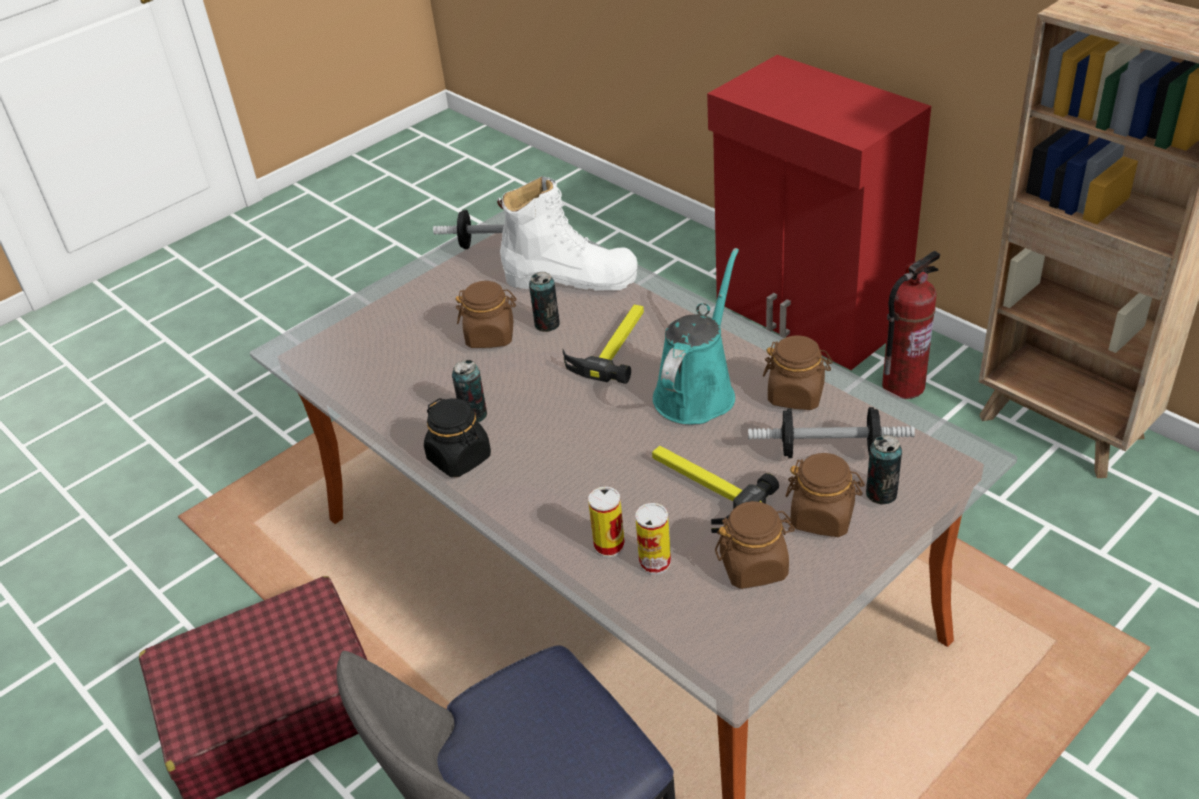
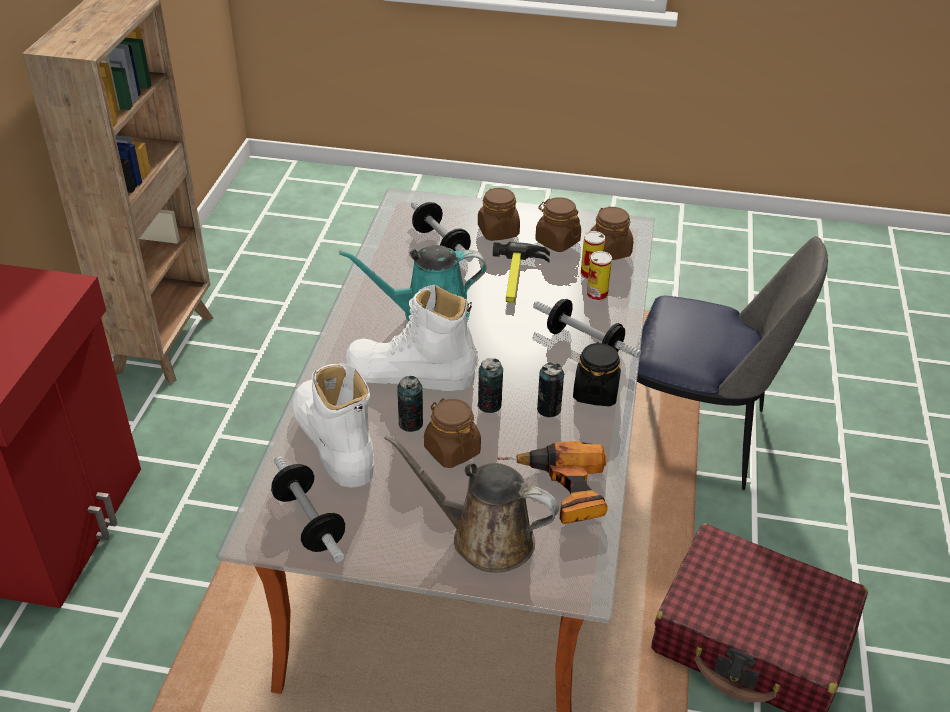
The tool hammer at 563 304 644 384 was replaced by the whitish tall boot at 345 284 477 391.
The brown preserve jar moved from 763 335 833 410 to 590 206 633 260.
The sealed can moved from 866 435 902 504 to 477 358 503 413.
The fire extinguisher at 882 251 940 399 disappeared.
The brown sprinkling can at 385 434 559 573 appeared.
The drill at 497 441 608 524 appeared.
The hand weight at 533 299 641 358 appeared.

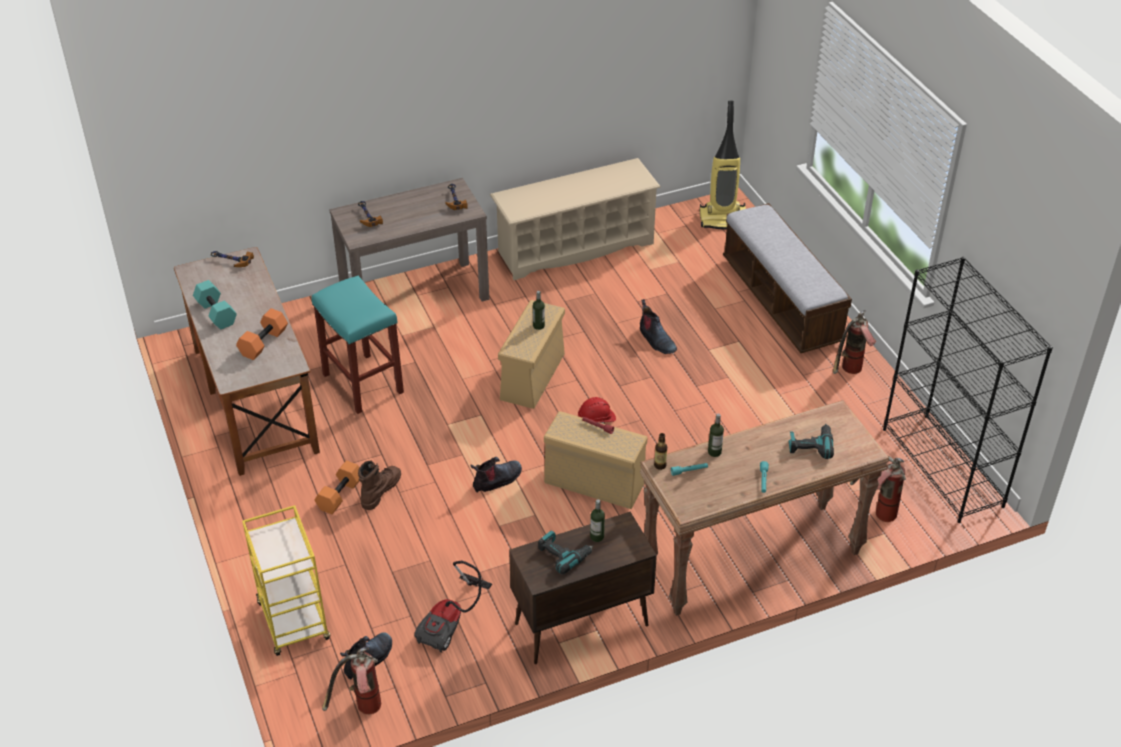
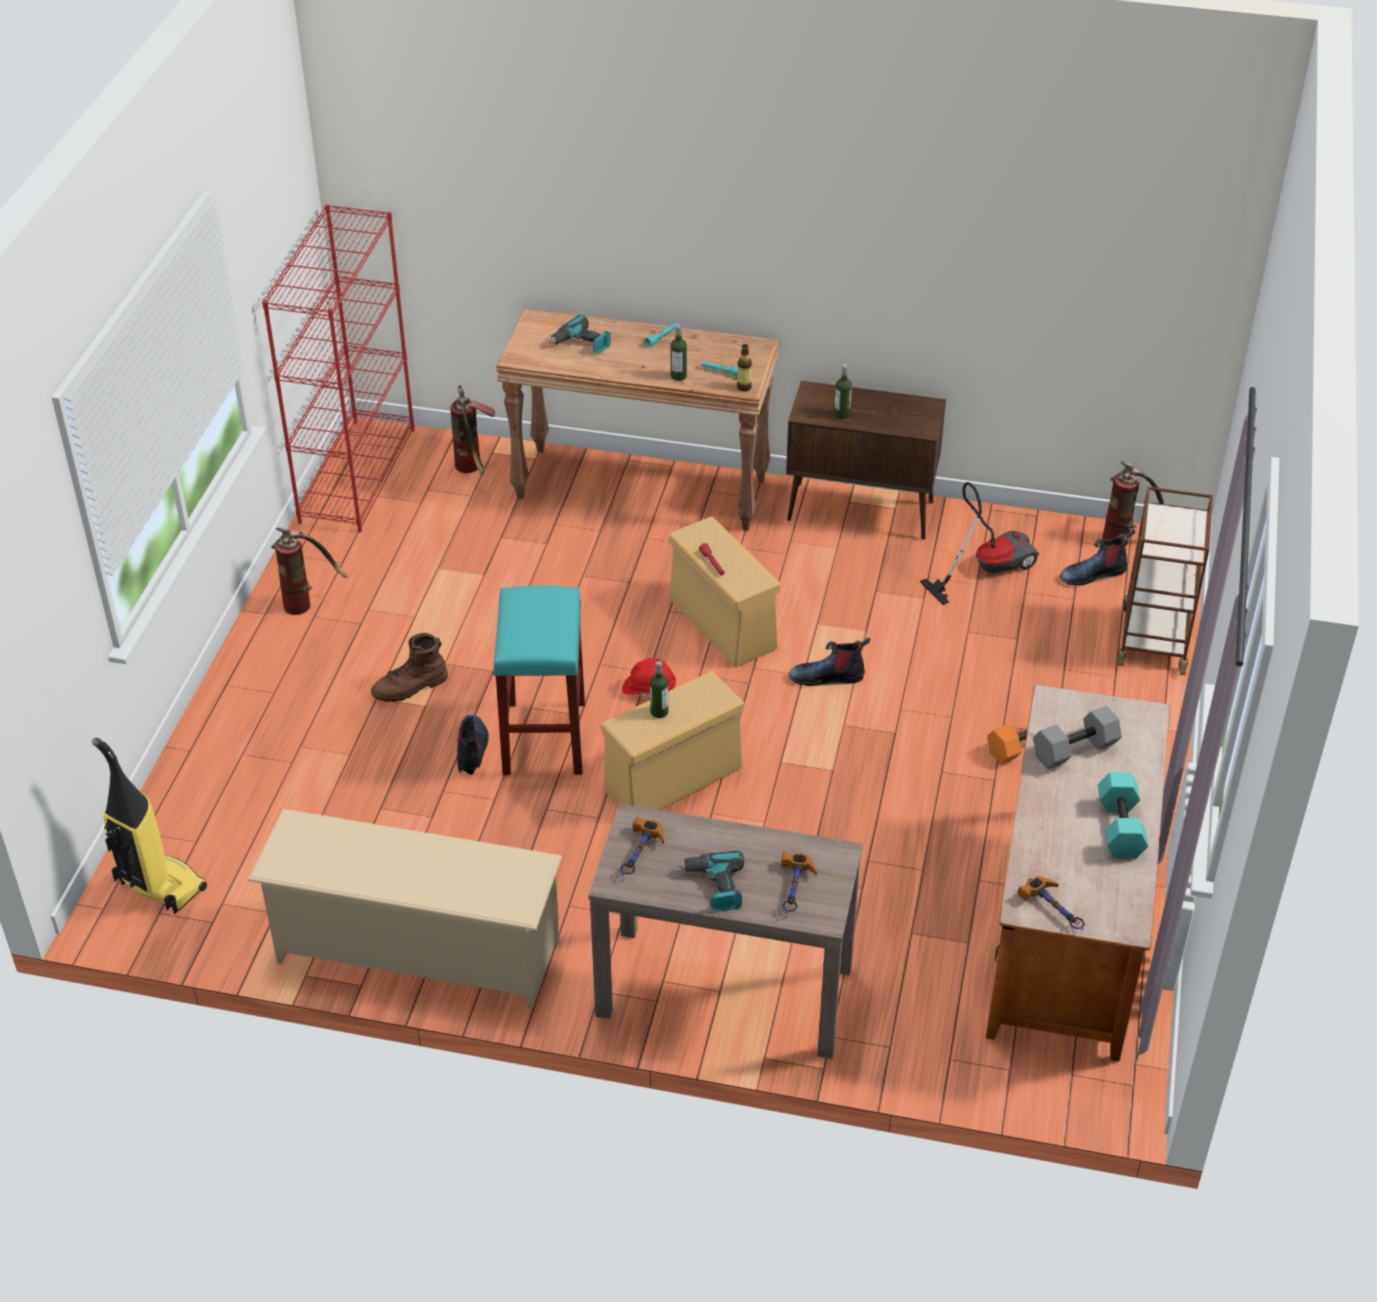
The orangey hand weight at 236 308 288 360 became the greyish hand weight at 1033 706 1122 769.
The yellow-coloured wheeled cart at 242 505 330 656 became the brown wheeled cart at 1117 486 1213 675.
The turquoise stool moved from 312 276 404 414 to 493 586 585 775.
The brown tall boot moved from 358 460 401 510 to 371 633 448 702.
The drill moved from 538 530 593 574 to 677 851 744 912.
The long seat at 723 203 852 353 disappeared.
The blackish bookshelf at 883 257 1053 523 became the red-coloured bookshelf at 262 204 414 532.

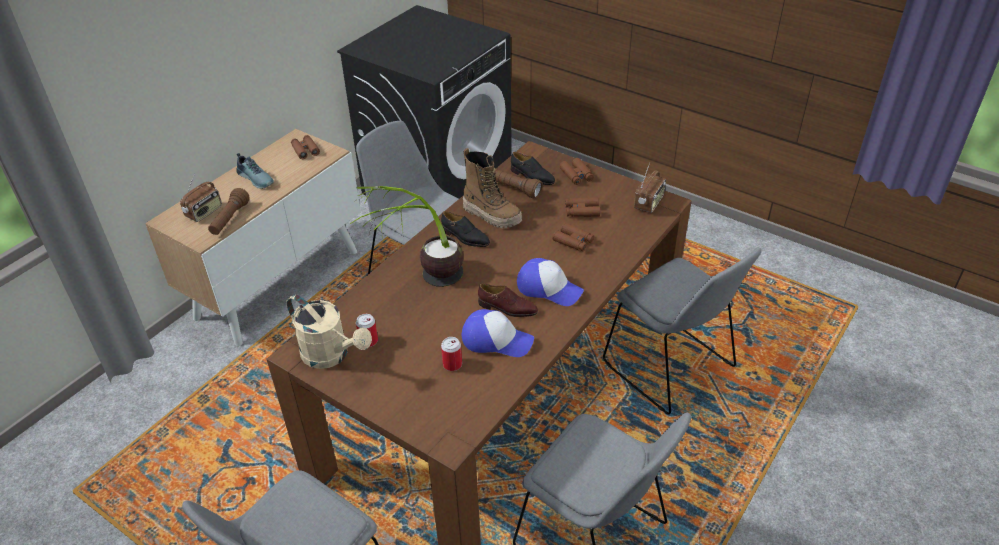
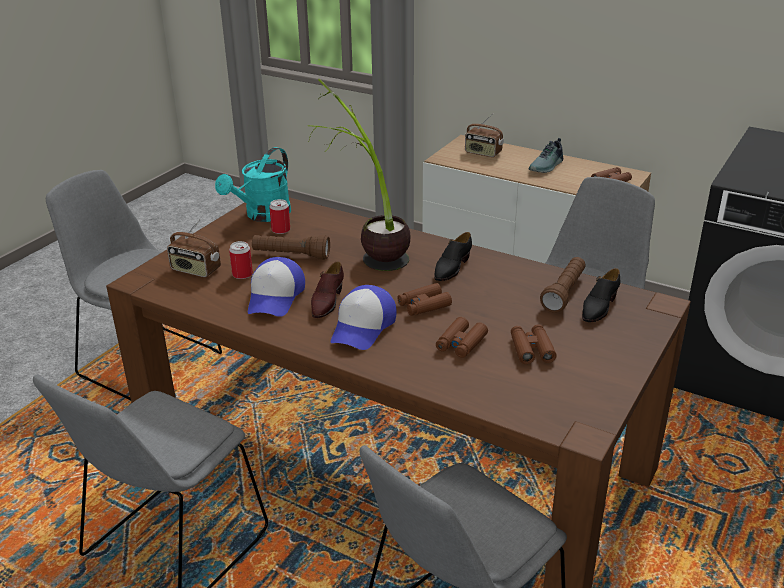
The brown flashlight moved from 208 188 250 235 to 252 235 330 260.
The sand-coloured sprinkling can at 286 294 372 369 became the turquoise sprinkling can at 215 147 291 222.
The tall boot at 463 148 522 228 disappeared.
The brown field glasses moved from 560 158 594 185 to 397 283 452 316.
The radio moved from 634 162 666 213 to 167 219 221 278.

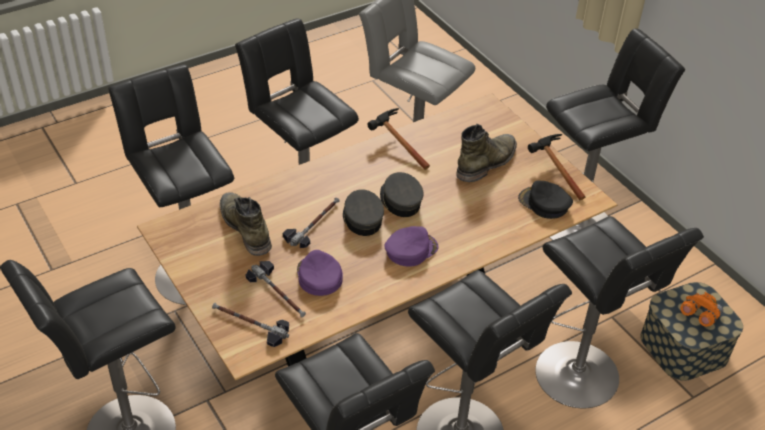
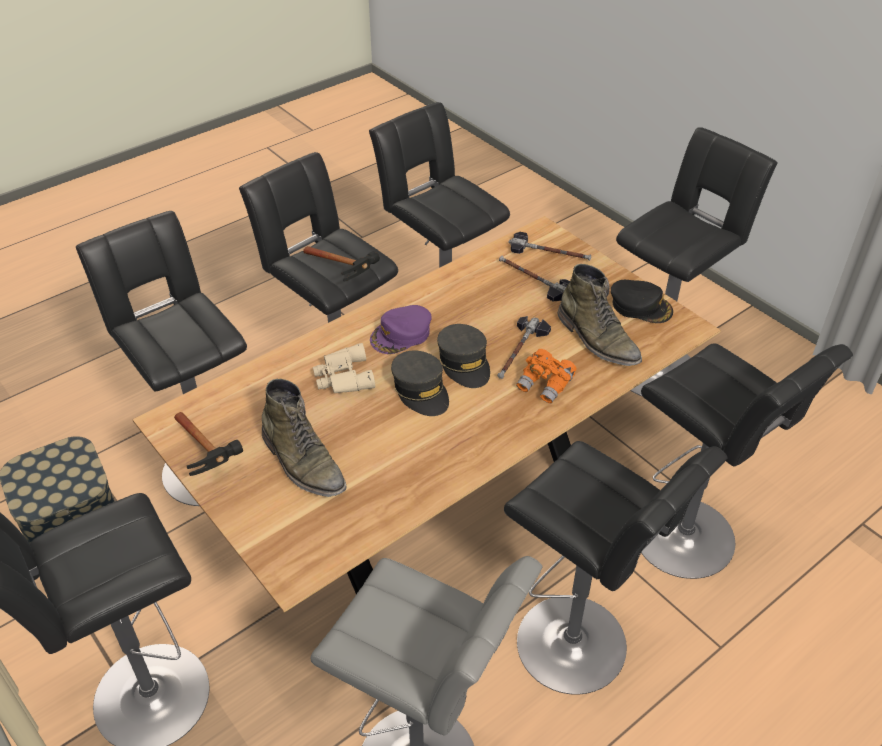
The purple cap at 297 250 343 296 disappeared.
The tool hammer moved from 367 108 430 170 to 303 246 380 282.
The greenish tall boot at 456 124 517 182 turned 75 degrees counterclockwise.
The blackish cap moved from 518 180 573 219 to 611 280 673 323.
The orangey field glasses moved from 680 292 723 327 to 516 349 576 404.
The sand-coloured field glasses at 313 343 375 393 appeared.

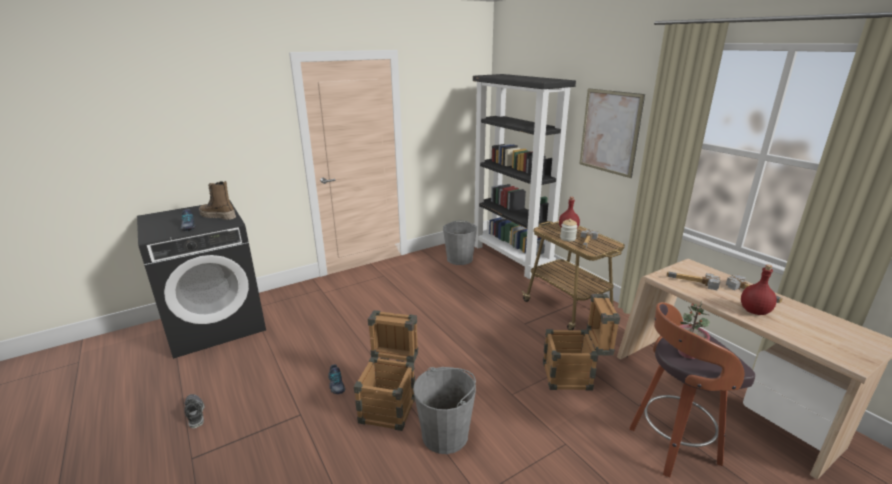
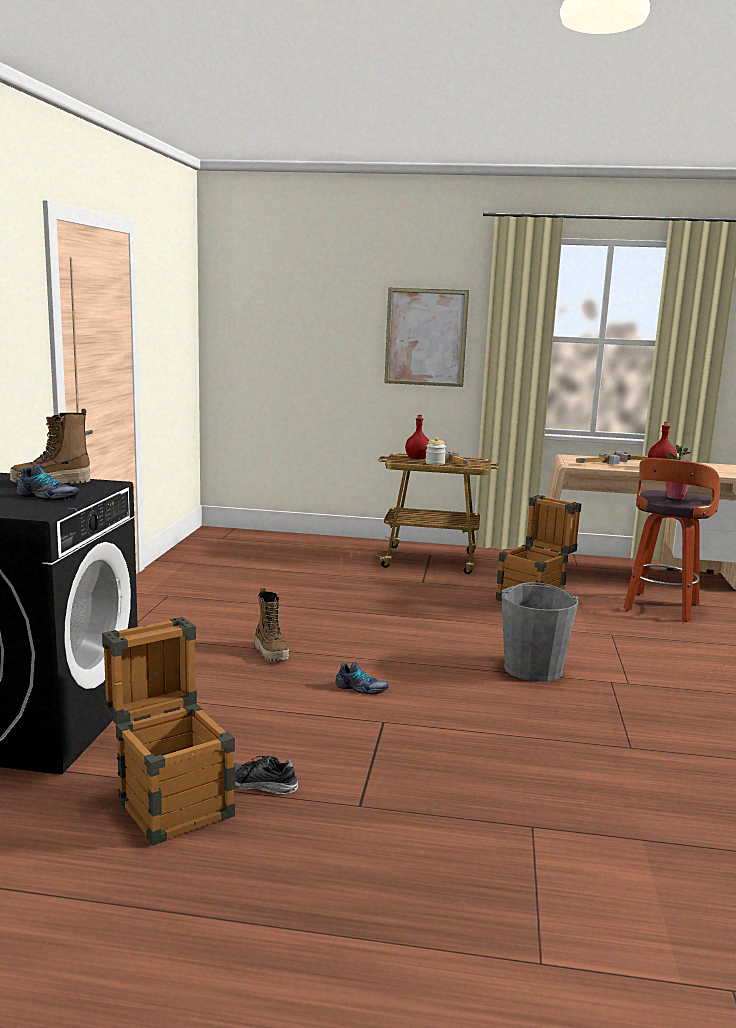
The shipping crate moved from 354 310 418 431 to 102 617 235 846.
The greyish water bucket at 443 220 477 265 disappeared.
The blackish bookshelf at 473 74 576 279 disappeared.
The tall boot at 254 587 289 661 appeared.

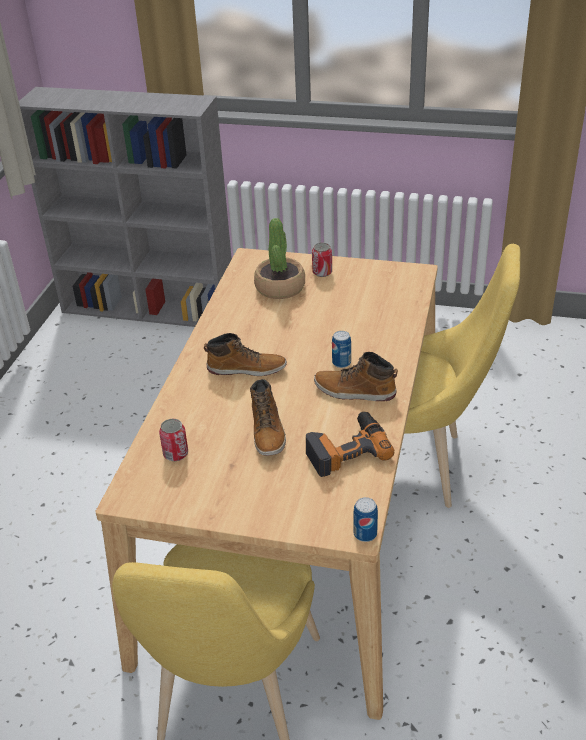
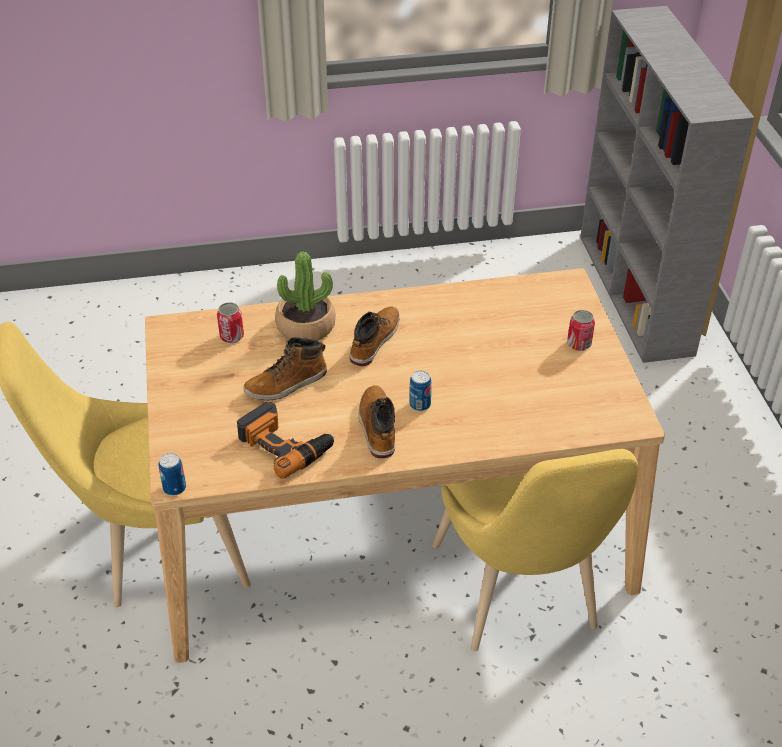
The tall boot at 204 333 287 376 turned 135 degrees counterclockwise.
The potted plant moved from 254 218 305 299 to 275 252 336 341.

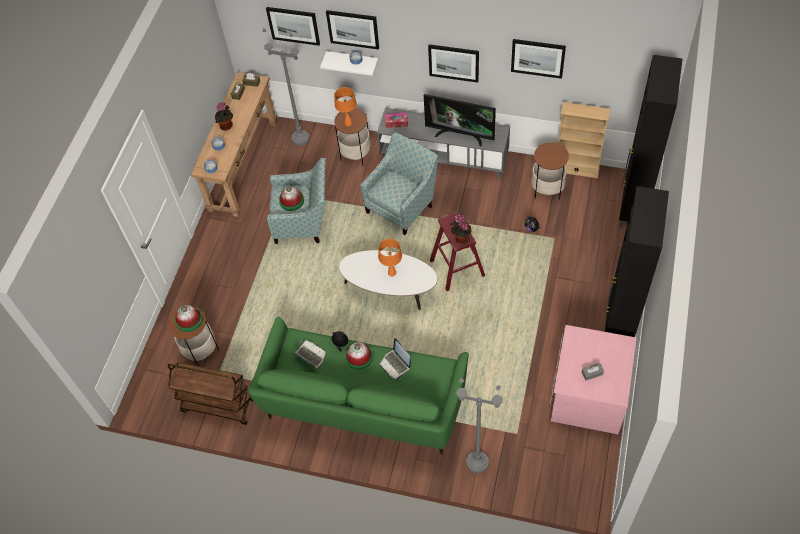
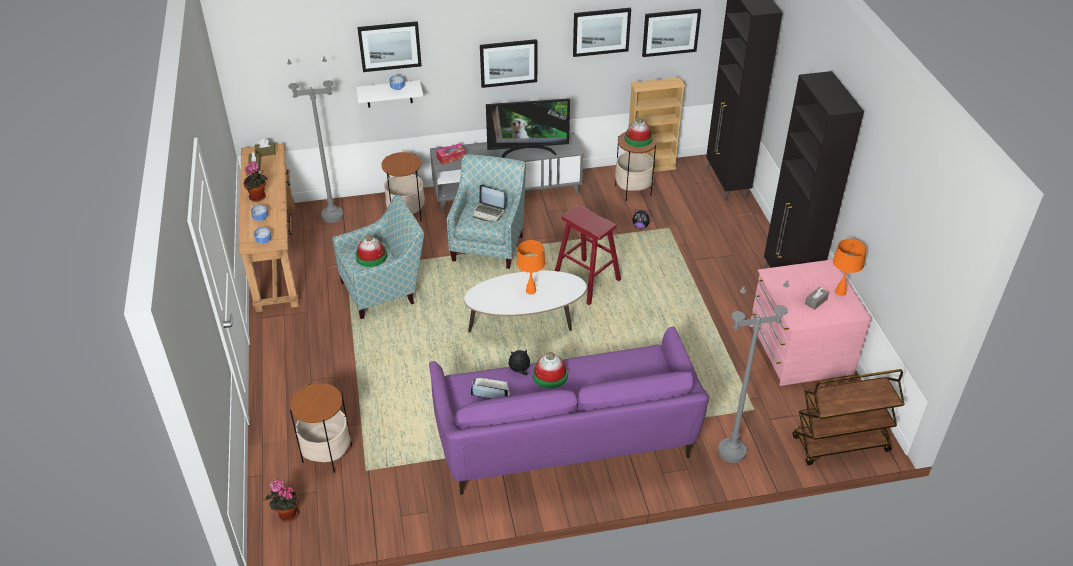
The brown wheeled cart moved from 168 362 254 425 to 792 369 905 465.
The clothing hat moved from 175 305 203 332 to 625 117 653 147.
The greenish sofa at 248 317 469 455 became the purple sofa at 429 327 709 495.
The picture moved from 266 7 320 46 to 642 9 701 57.
The orangey lamp for a table moved from 334 87 357 126 to 833 239 867 296.
The notebook computer moved from 379 338 411 379 to 473 185 506 222.
The potted plant moved from 450 214 472 245 to 266 479 299 522.

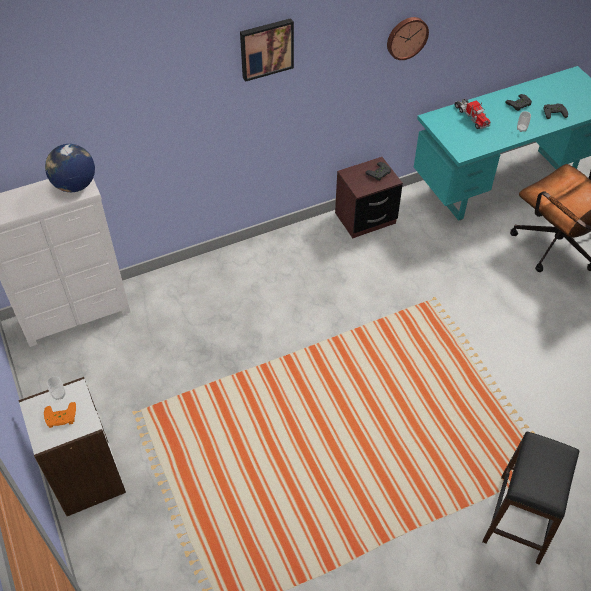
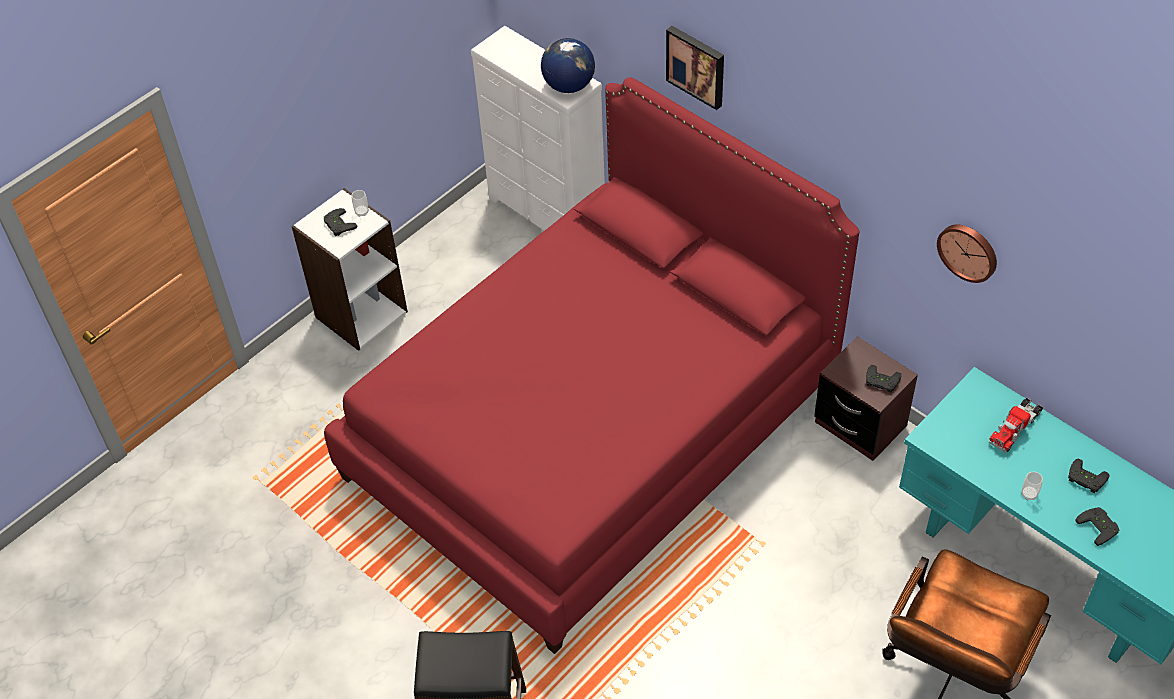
The orangey gamepad at 44 402 76 428 became the blackish gamepad at 324 208 358 236.
The picture moved from 240 18 294 82 to 666 26 724 110.
The red-coloured bedroom bed at 324 77 859 654 appeared.

